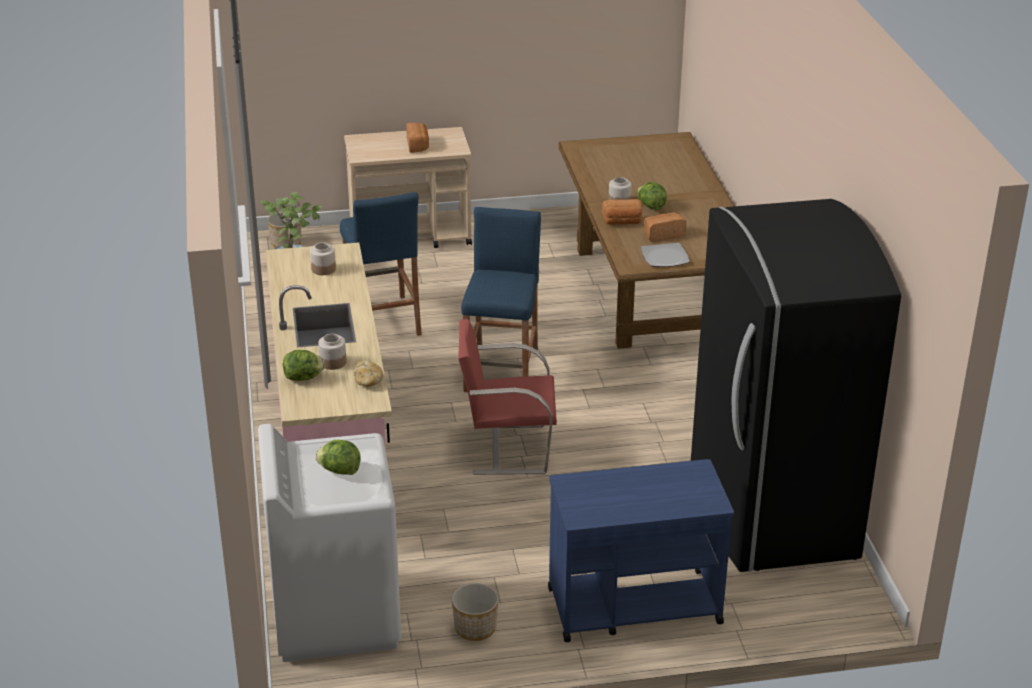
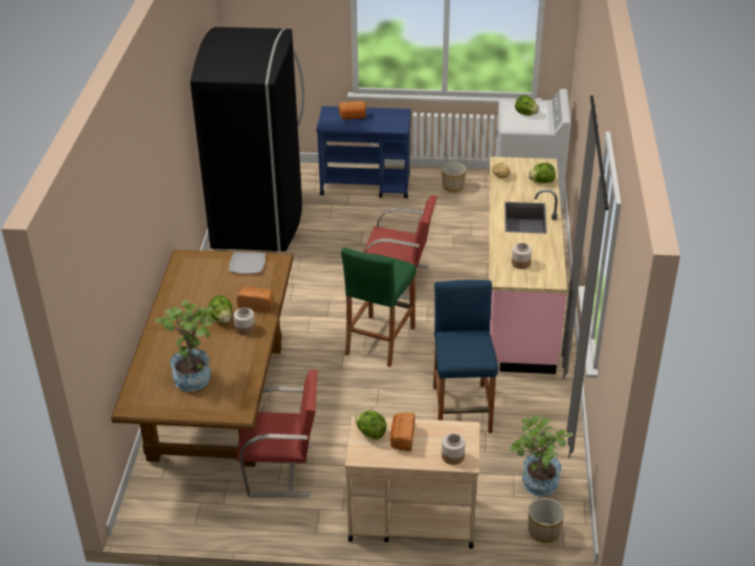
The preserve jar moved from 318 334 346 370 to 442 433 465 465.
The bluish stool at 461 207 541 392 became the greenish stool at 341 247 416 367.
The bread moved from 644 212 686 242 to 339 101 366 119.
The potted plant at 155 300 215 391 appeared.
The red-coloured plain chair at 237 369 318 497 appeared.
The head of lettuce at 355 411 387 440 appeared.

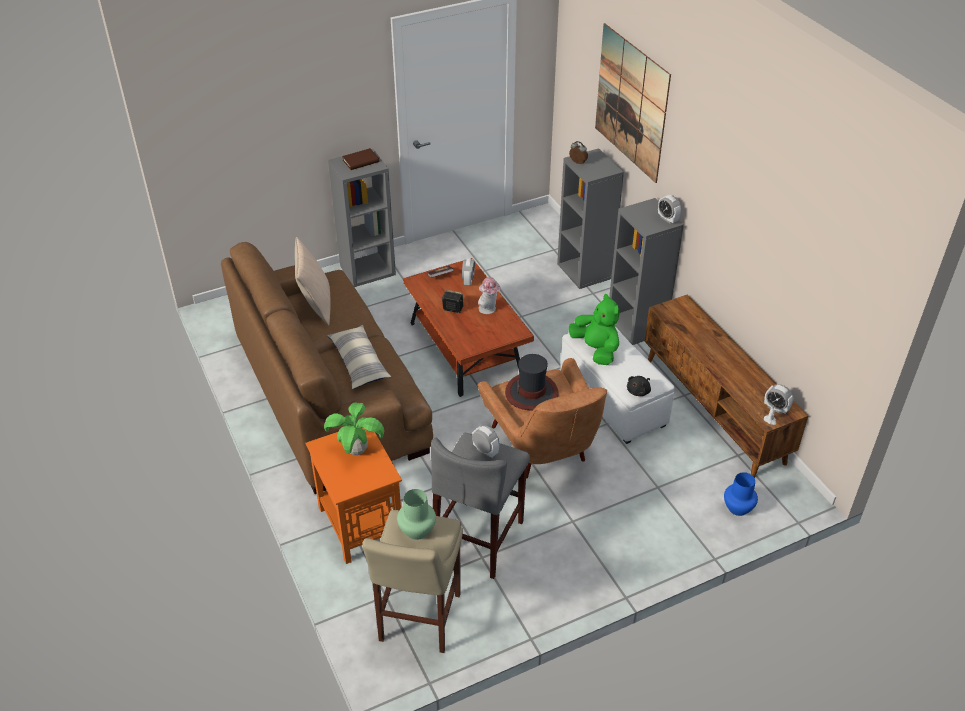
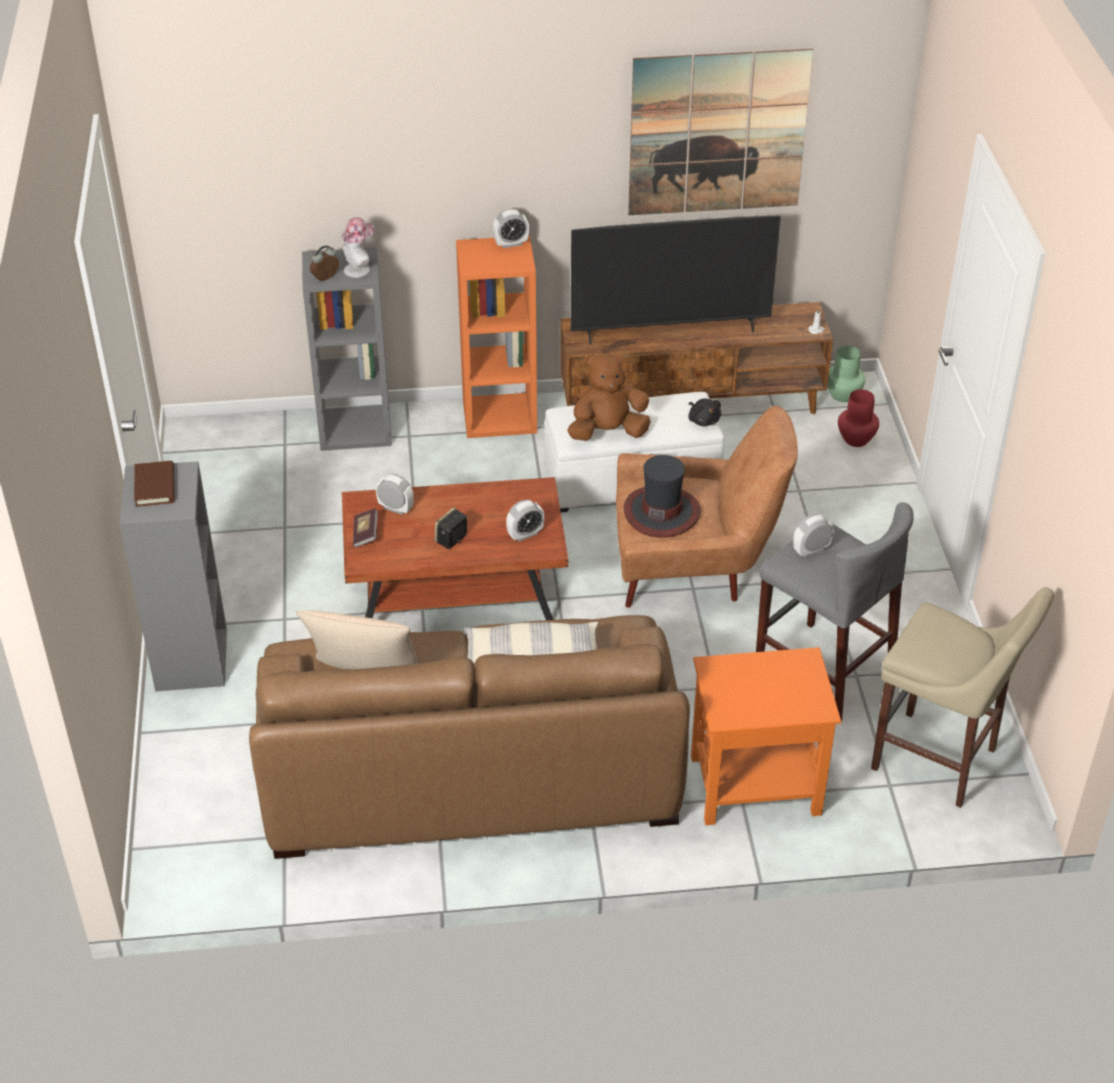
The potted plant at 324 402 384 455 disappeared.
The greenish vase moved from 397 489 436 540 to 827 346 865 402.
The clothing hat moved from 478 277 501 314 to 341 217 374 278.
The greenish plush toy at 568 294 619 365 became the brown plush toy at 567 353 651 441.
The picture moved from 595 23 671 183 to 628 49 813 215.
The greyish bookshelf at 609 198 684 345 became the orangey bookshelf at 456 236 537 438.
The bluish vase at 724 472 758 516 became the red-coloured vase at 838 389 879 447.
The bedside clock moved from 764 384 794 414 to 506 500 544 541.
The television at 571 215 781 345 appeared.

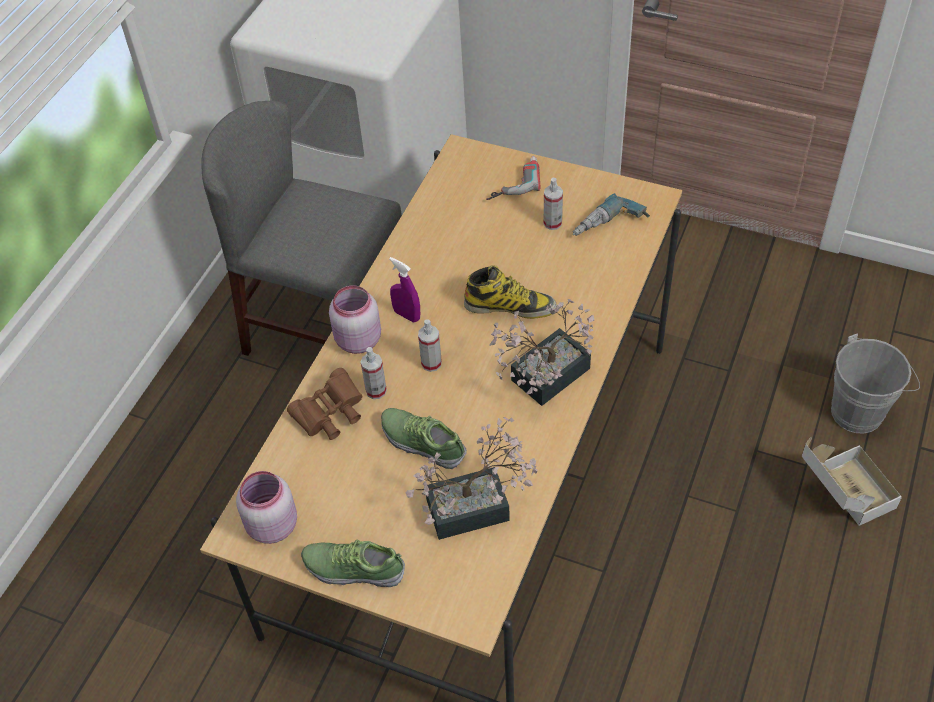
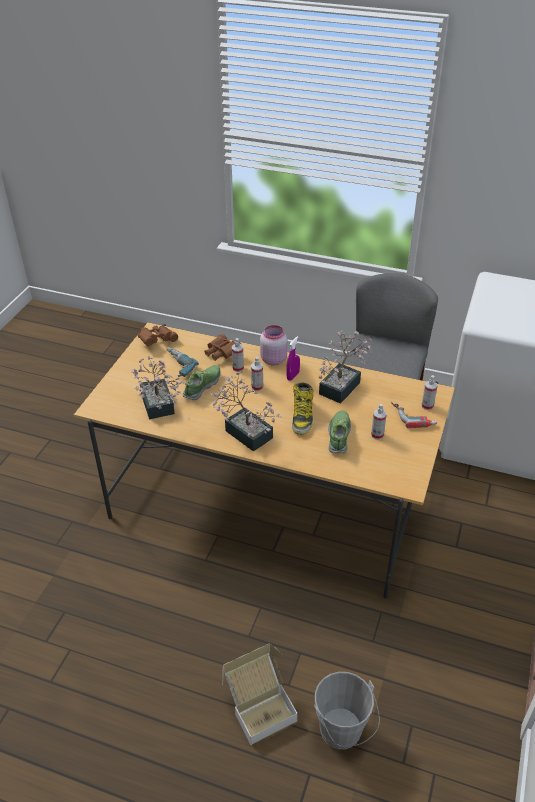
The pinkish preserve jar at 236 471 297 544 was replaced by the brown field glasses at 138 326 178 346.
The low shoe moved from 301 540 405 587 to 328 411 351 453.
The drill moved from 573 193 650 236 to 167 347 199 377.
The potted plant at 319 330 373 404 appeared.
The hand sprayer at 422 375 437 410 appeared.

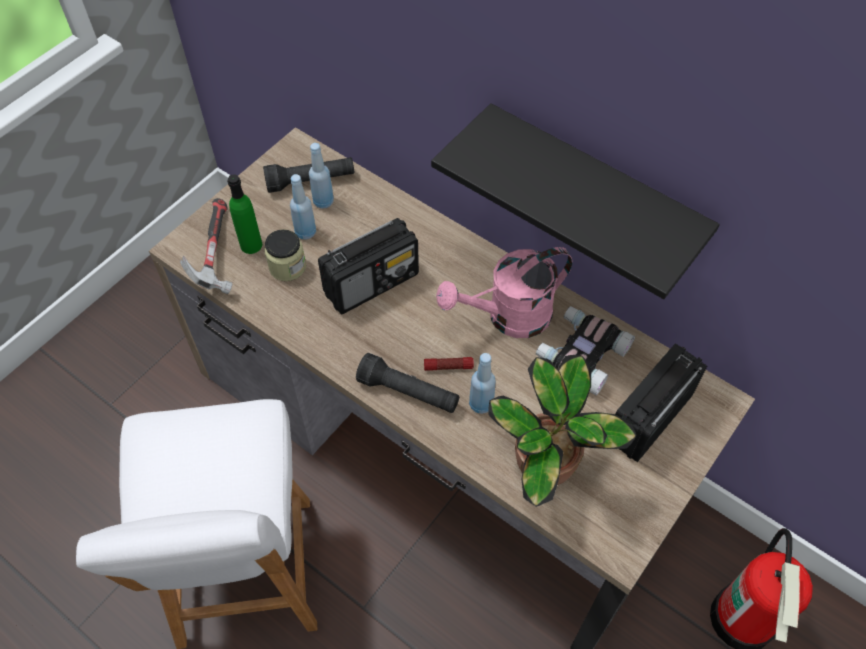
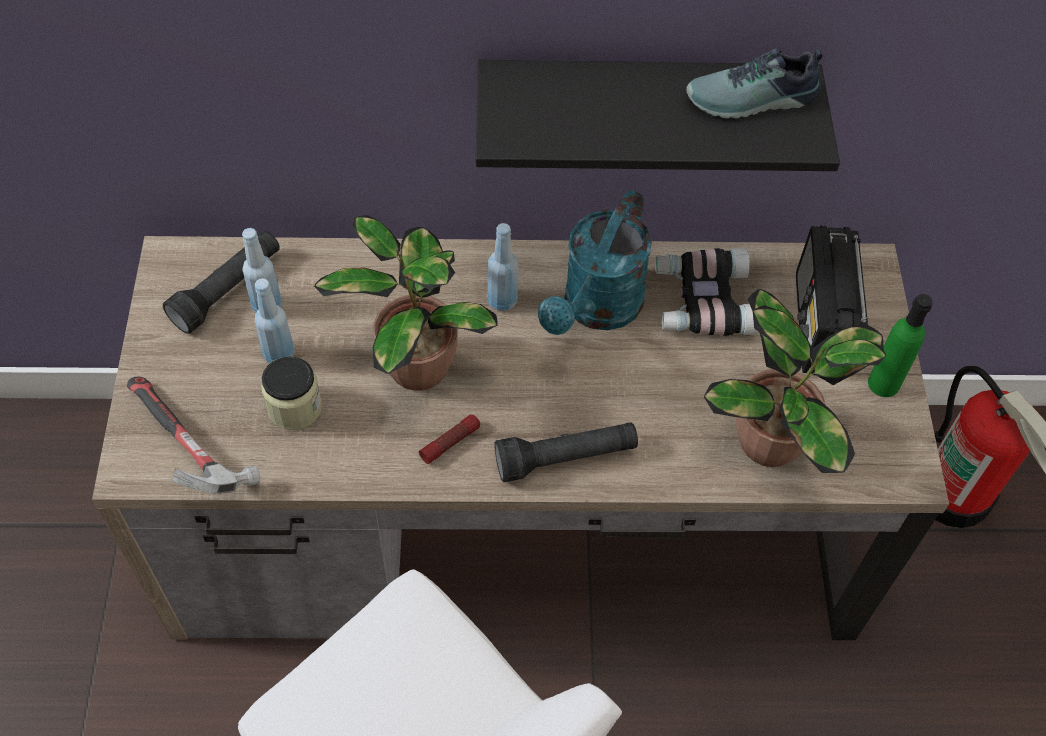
The greenish beverage bottle moved from 227 174 262 254 to 868 294 932 397.
The radio at 318 218 419 314 was replaced by the potted plant at 314 215 498 391.
The flashlight moved from 424 357 474 371 to 419 415 480 464.
The pinkish sprinkling can at 436 247 573 338 became the turquoise sprinkling can at 538 190 652 335.
The bluish beverage bottle moved from 469 353 496 414 to 488 223 518 311.
The low shoe at 686 48 823 119 appeared.

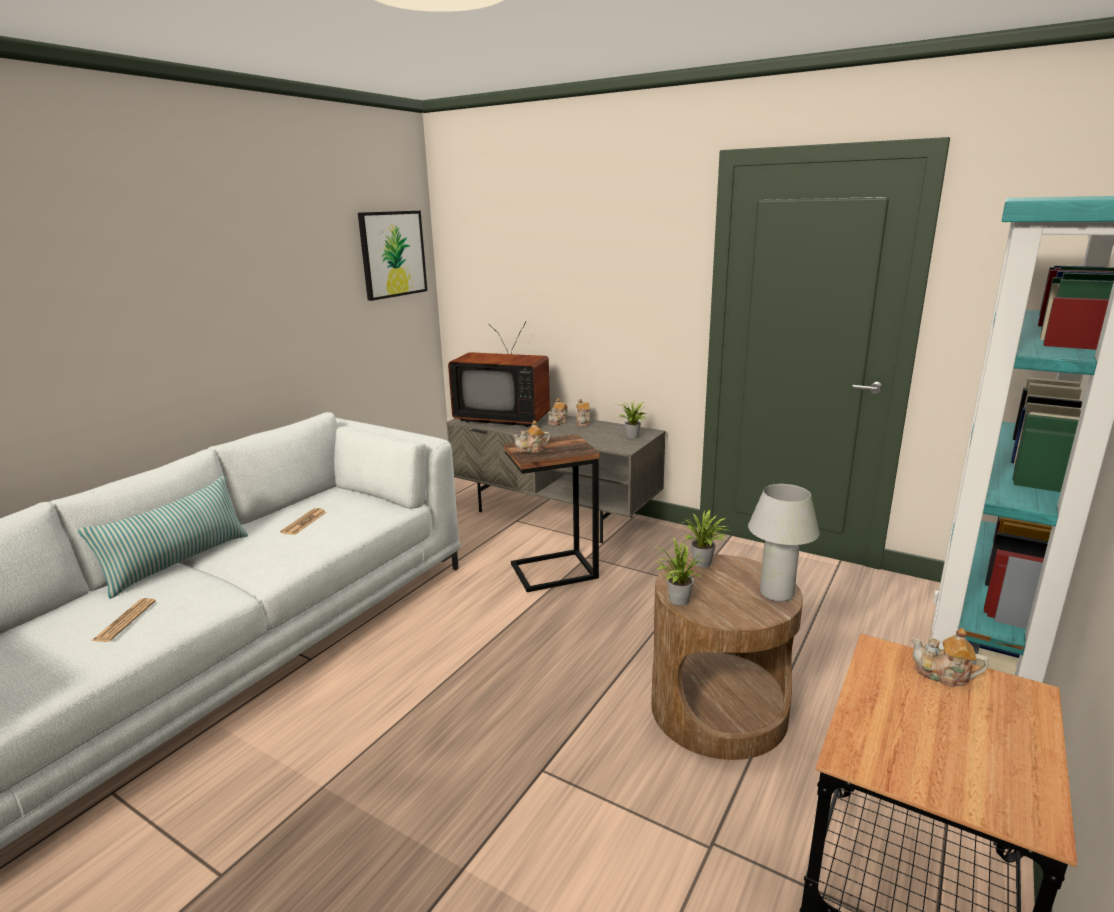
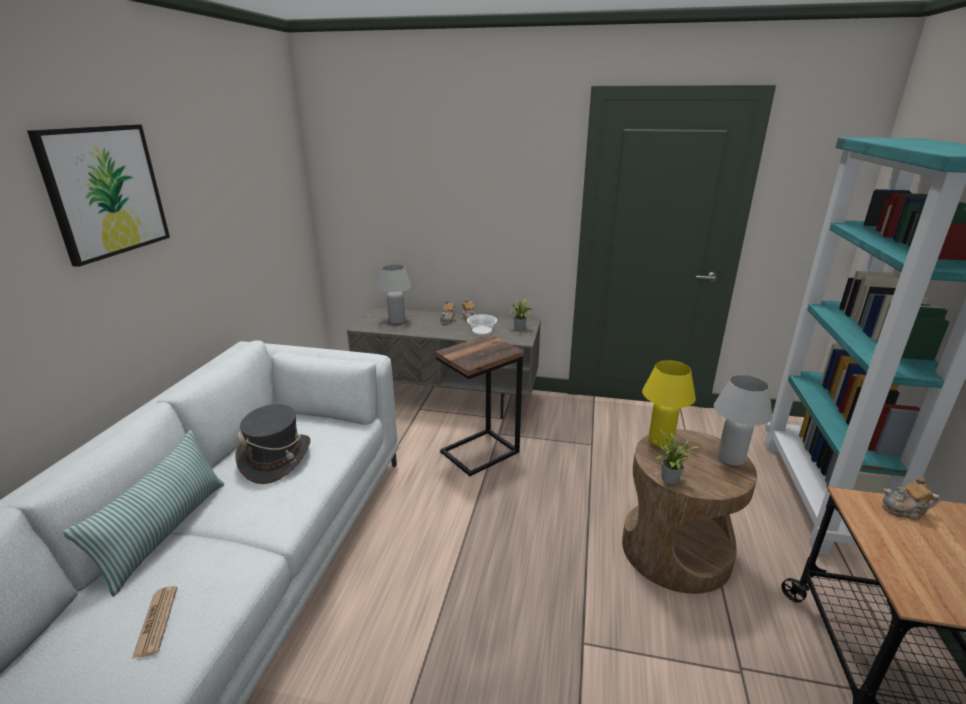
The printed paper at 280 508 327 535 was replaced by the greyish clothing hat at 235 404 311 484.
The picture moved from 358 211 427 301 to 27 124 170 267.
The television at 448 321 550 427 was replaced by the whitish lamp for a table at 377 264 412 324.
The tea pot at 513 420 550 453 disappeared.
The potted plant at 681 510 731 567 was replaced by the yellow-coloured lamp for a table at 642 360 696 447.
The bowl at 467 314 497 335 appeared.

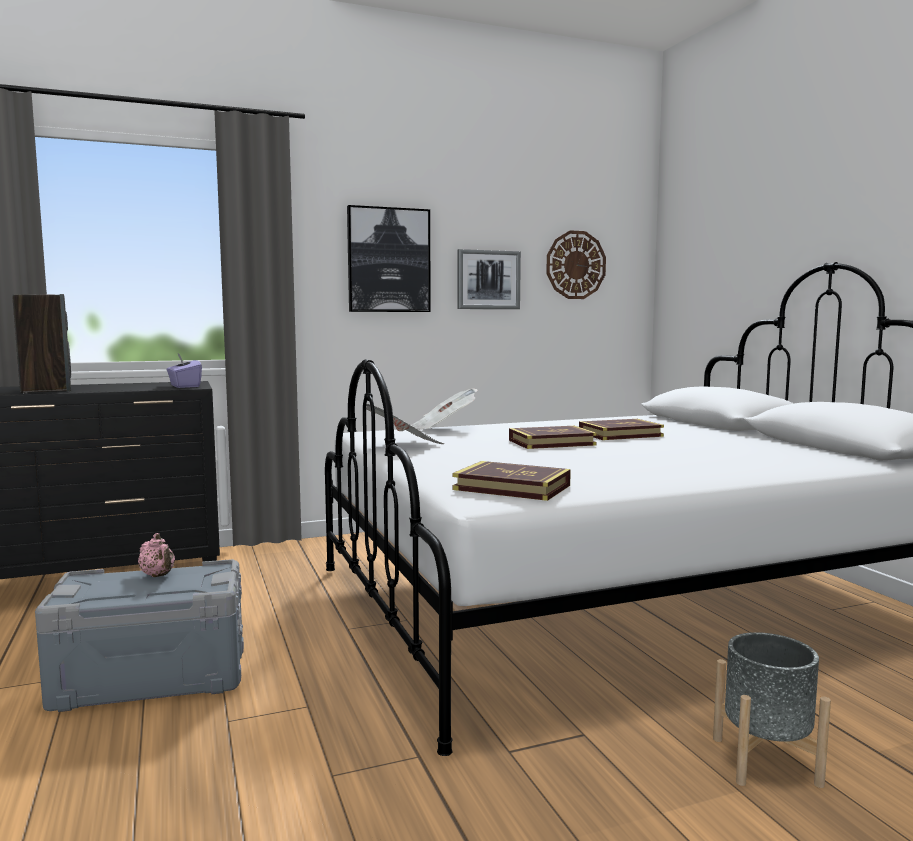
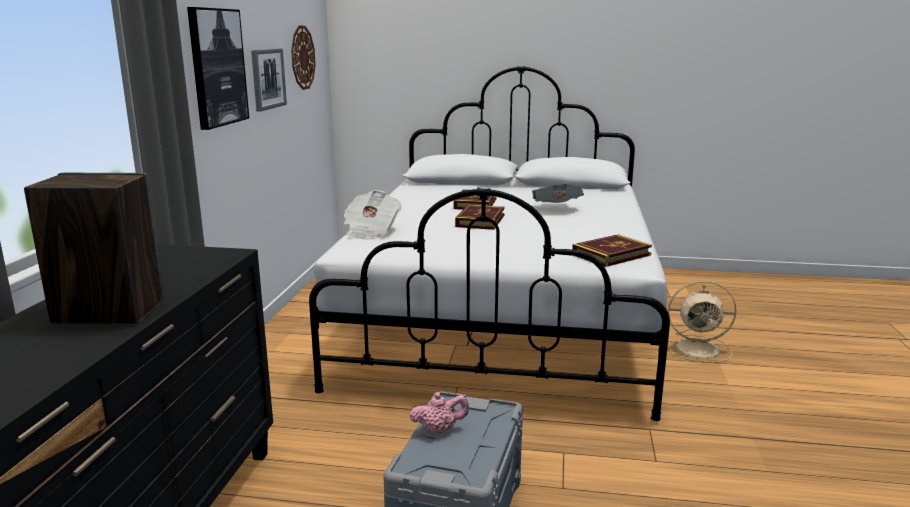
The purple tissue holder at 167 353 202 388 disappeared.
The printed paper moved from 366 404 444 444 to 532 184 584 203.
The greyish planter at 713 632 831 788 was replaced by the sand-coloured cooling fan at 667 281 736 363.

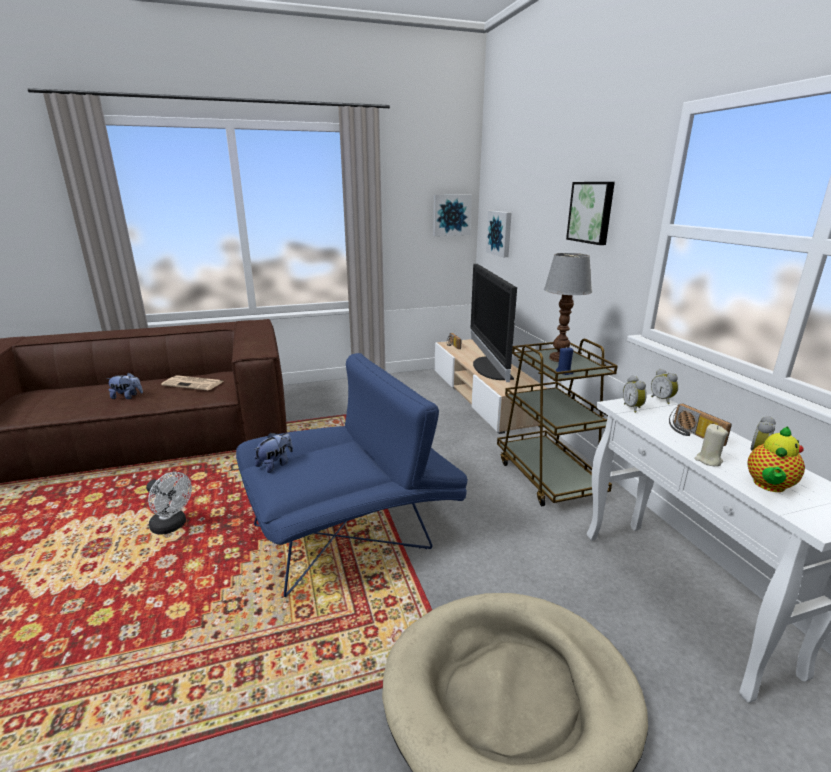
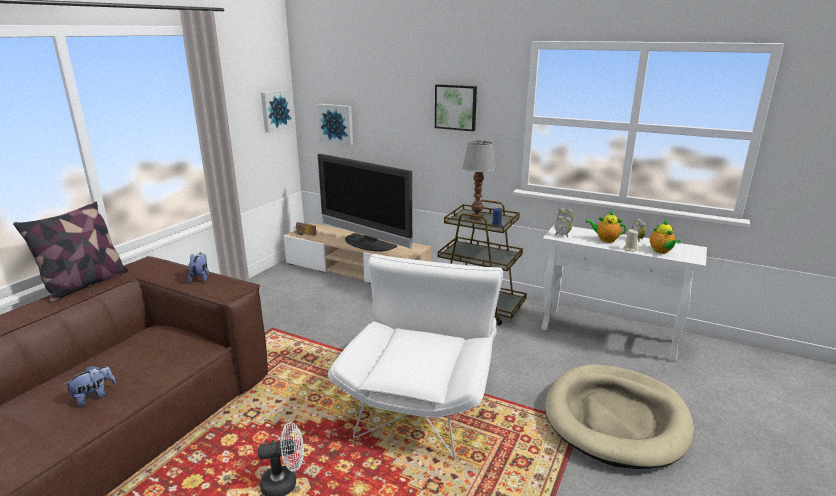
The printed paper at 161 375 224 391 disappeared.
The bluish lounge chair at 236 353 468 597 became the whitish lounge chair at 328 254 503 459.
The plush toy moved from 254 433 293 473 to 188 252 209 283.
The radio at 669 403 732 446 was replaced by the tea pot at 586 210 627 243.
The throw pillow at 13 201 128 303 appeared.

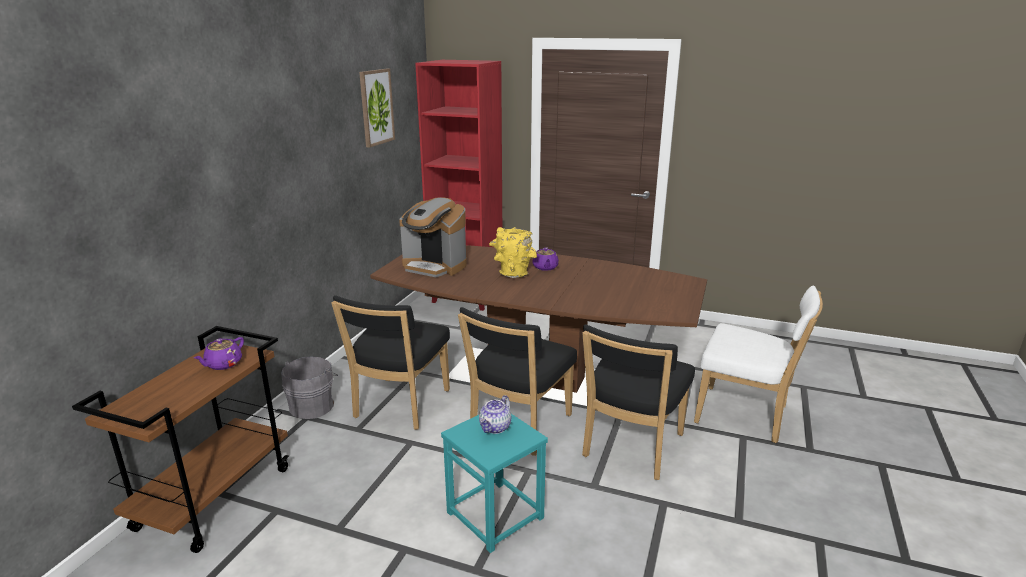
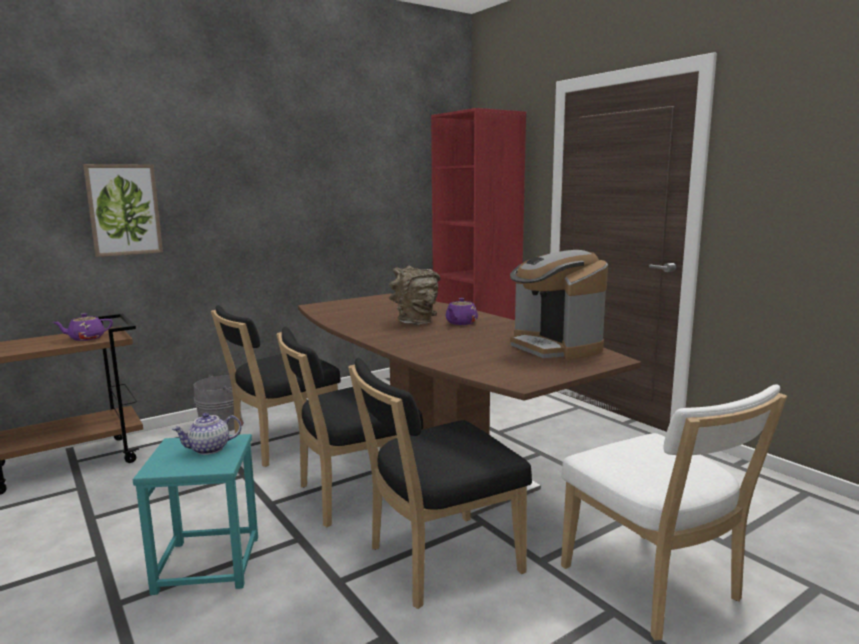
The picture moved from 359 69 395 148 to 83 164 163 257.
The coffee machine moved from 399 197 467 277 to 510 250 608 360.
The yellow-coloured vase at 489 227 537 278 became the brown vase at 389 266 440 325.

